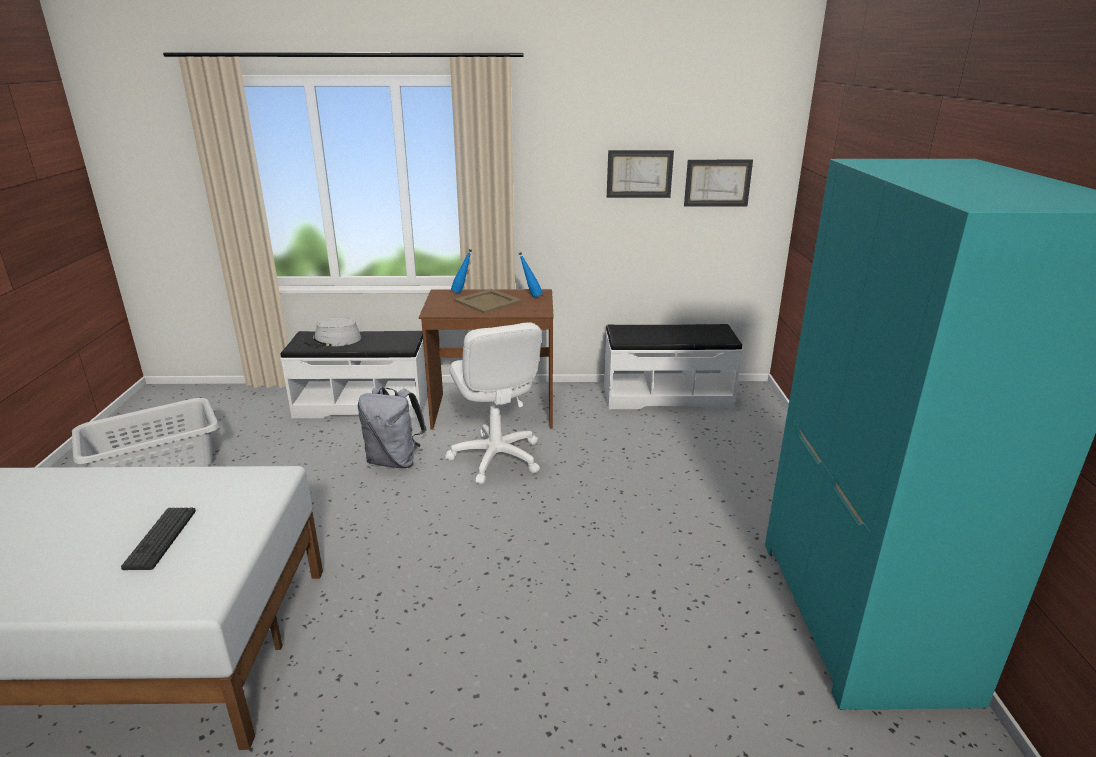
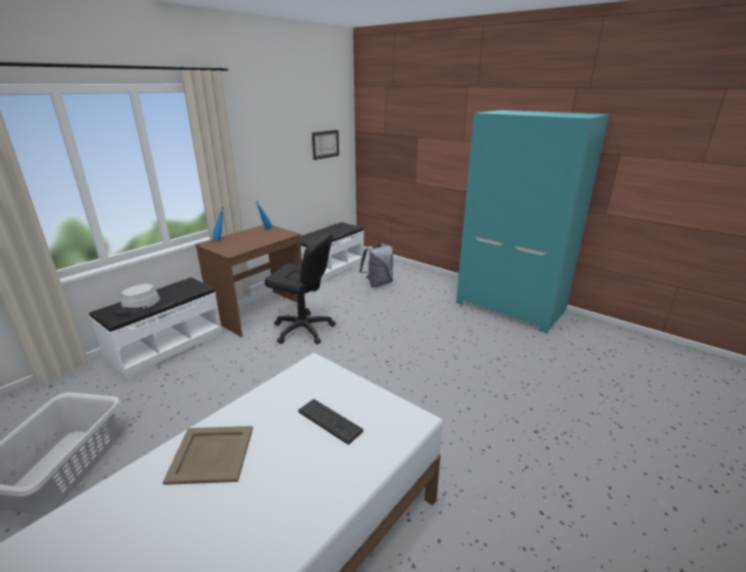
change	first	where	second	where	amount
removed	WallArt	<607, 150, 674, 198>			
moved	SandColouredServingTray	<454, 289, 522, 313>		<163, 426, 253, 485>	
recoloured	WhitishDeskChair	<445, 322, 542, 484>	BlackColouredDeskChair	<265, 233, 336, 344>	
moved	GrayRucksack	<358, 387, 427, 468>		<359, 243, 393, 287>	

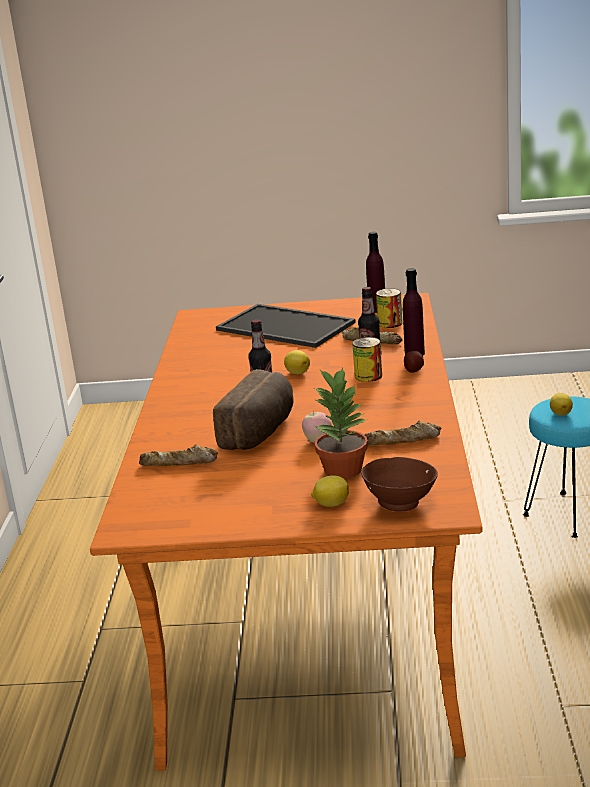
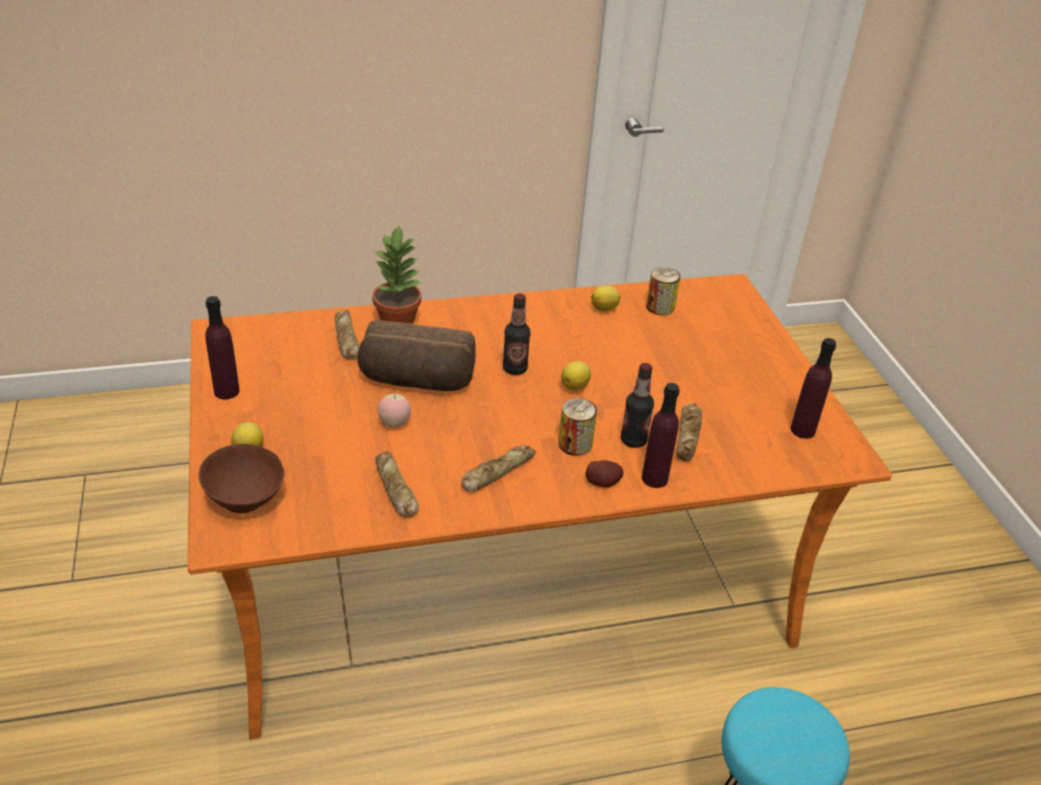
change	first	where	second	where	amount
moved	MetalCan	<376, 288, 403, 328>		<646, 267, 680, 315>	
removed	ServingTray	<216, 304, 356, 348>			
moved	PottedPlant	<315, 368, 368, 479>		<372, 224, 422, 324>	
moved	WholeLemon	<550, 393, 573, 416>		<591, 285, 621, 311>	
added			PurpleColouredDrinkBottle	<205, 296, 240, 399>	
added			BakedBread	<461, 445, 535, 492>	

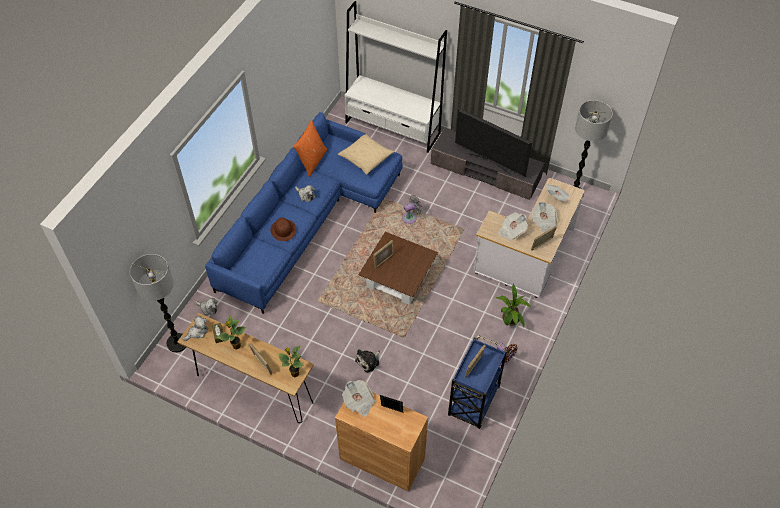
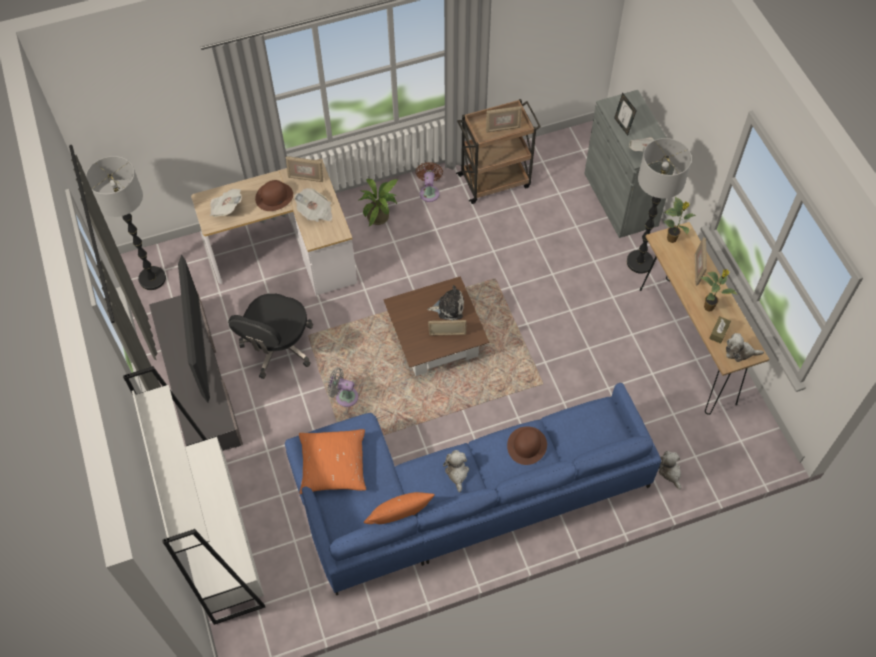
change	first	where	second	where	amount
recoloured	SandColouredPillow	<338, 133, 394, 174>	OrangeColouredPillow	<299, 429, 366, 494>	
replaced	PrintedPaper	<532, 201, 557, 233>	BrownColouredHat	<255, 180, 293, 211>	
moved	FloorLamp	<130, 254, 186, 353>		<627, 138, 692, 274>	
recoloured	BluishWheeledCart	<448, 335, 507, 429>	BrownColouredWheeledCart	<456, 99, 541, 204>	
moved	PlushToy	<355, 349, 380, 373>		<427, 285, 464, 320>	
recoloured	BrownColouredStorageCabinet	<335, 392, 428, 492>	GrayStorageCabinet	<584, 90, 675, 238>	
added			BlackColouredDeskChair	<228, 293, 313, 379>	

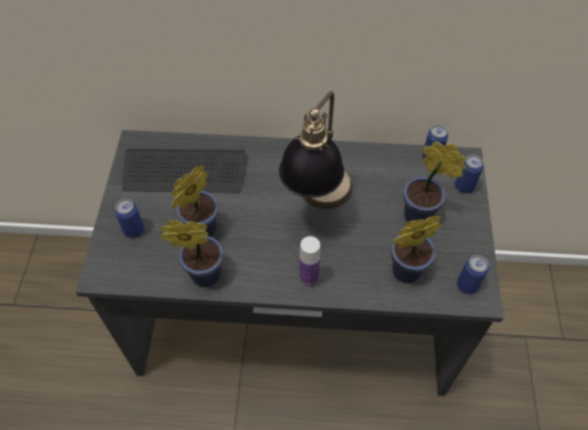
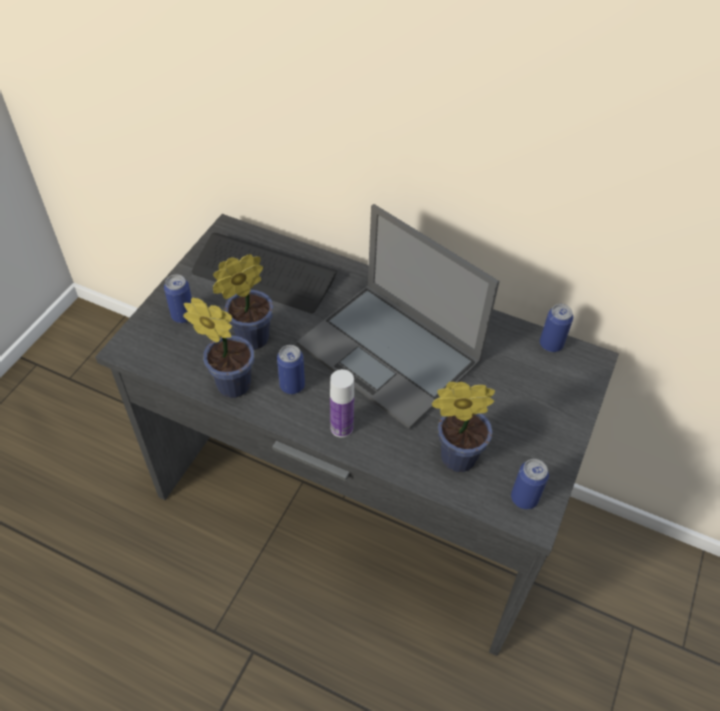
change	first	where	second	where	amount
replaced	TableLamp	<279, 91, 352, 209>	NotebookComputer	<297, 204, 499, 429>	
removed	PottedPlant	<403, 142, 467, 222>			
moved	MetalCan	<455, 154, 484, 193>		<277, 345, 305, 394>	

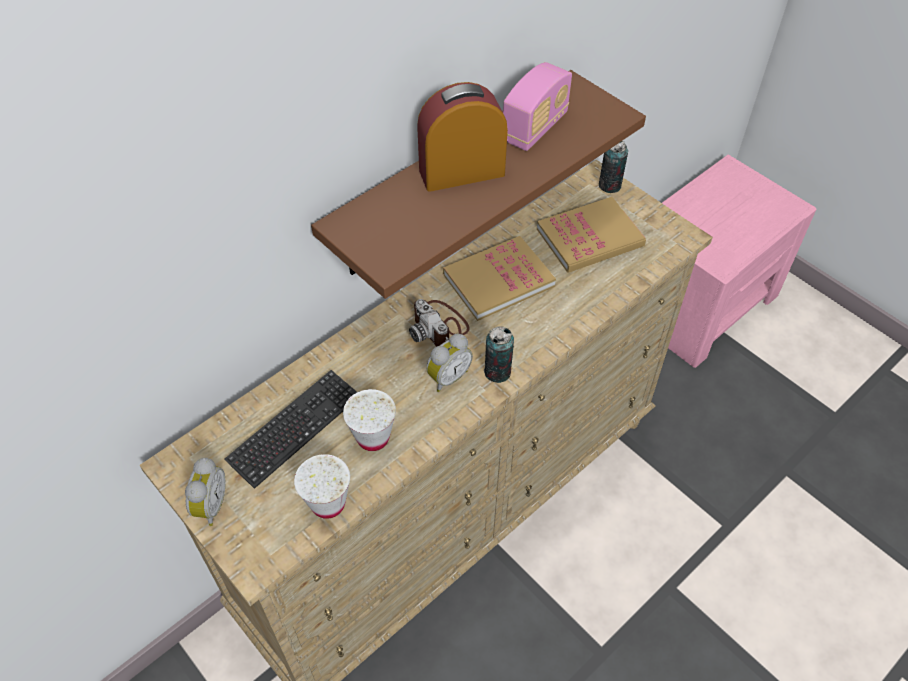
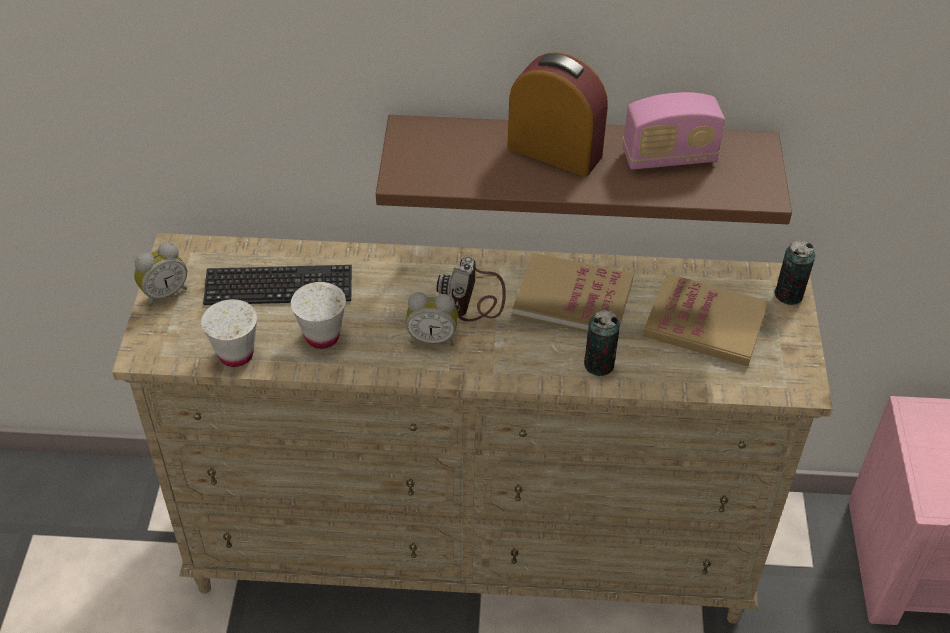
change	first	where	second	where	amount
moved	MetalCan	<484, 326, 514, 383>		<584, 310, 620, 376>	

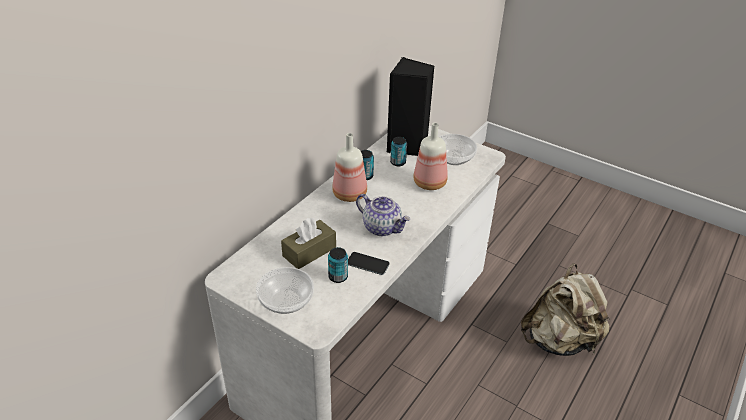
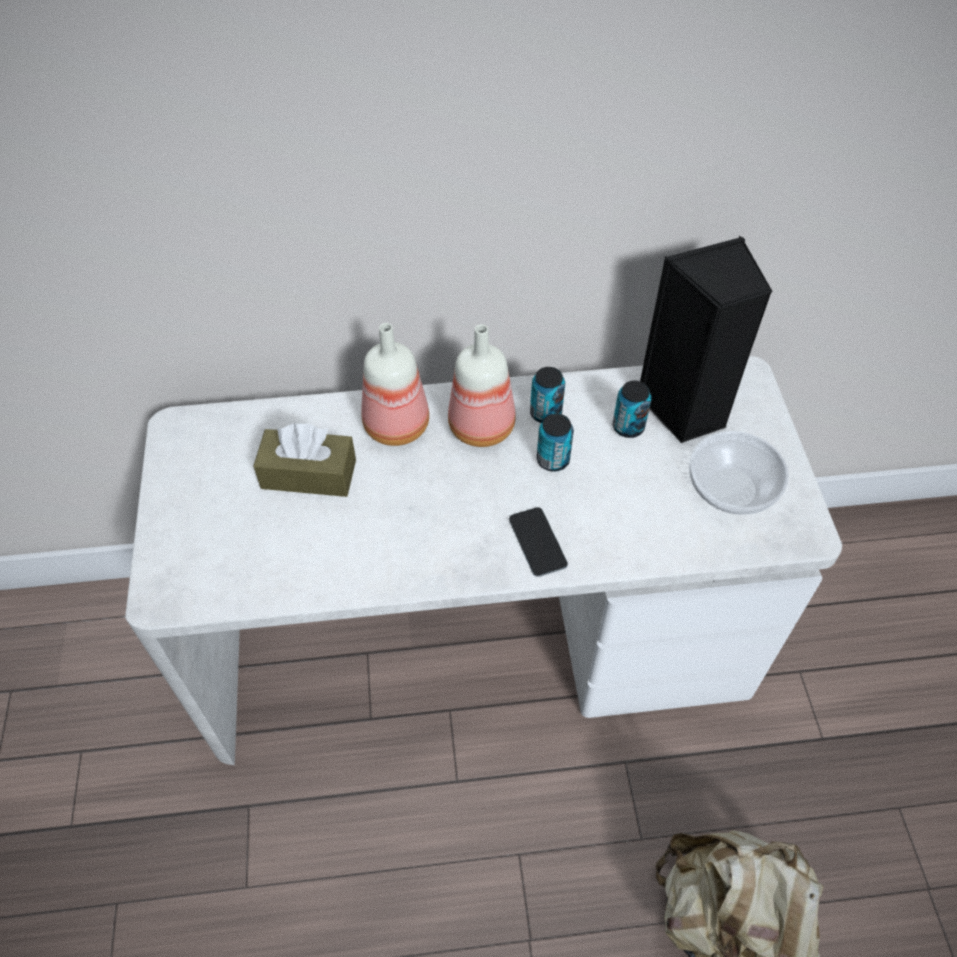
change	first	where	second	where	amount
moved	DrinkBottle	<413, 123, 448, 190>		<361, 323, 429, 446>	
removed	TeaPot	<356, 194, 410, 236>			
moved	MetalCan	<328, 247, 348, 283>		<537, 414, 574, 472>	
moved	Telephone	<348, 252, 390, 275>		<509, 507, 568, 577>	
removed	Bowl	<256, 267, 314, 314>			

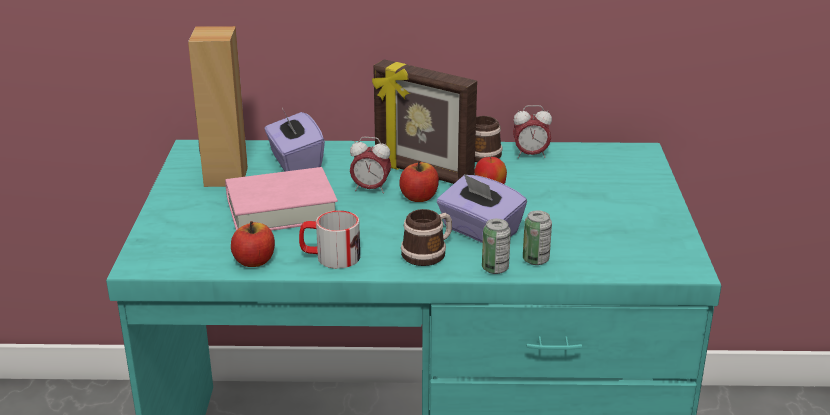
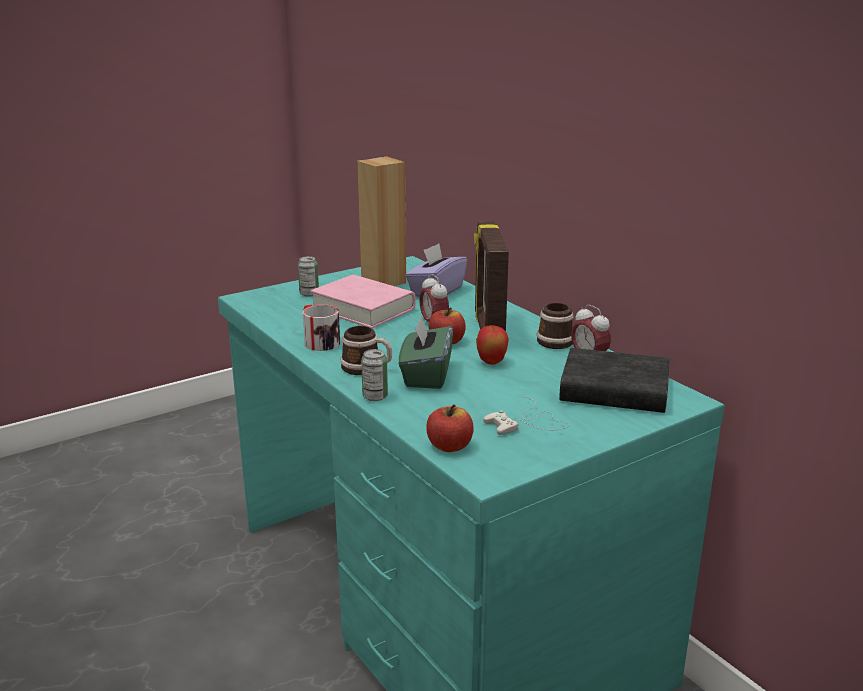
change	first	where	second	where	amount
recoloured	PurpleColouredBoxOfTissues	<437, 174, 527, 243>	GreenColouredBoxOfTissues	<399, 316, 453, 389>	
moved	MetalCan	<523, 210, 552, 265>		<298, 256, 319, 297>	
moved	Apple	<231, 221, 275, 267>		<426, 404, 474, 452>	
added			BlackColouredBook	<559, 348, 669, 413>	
added			WhitishGamepad	<483, 396, 569, 435>	

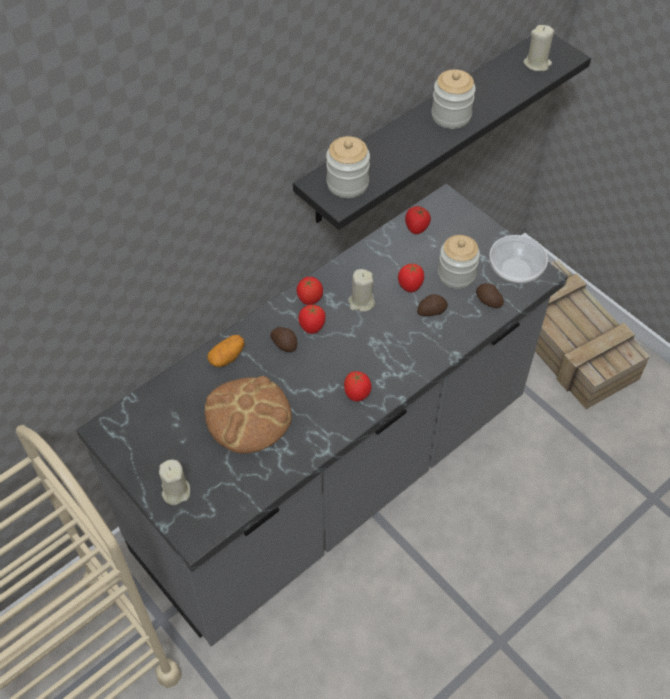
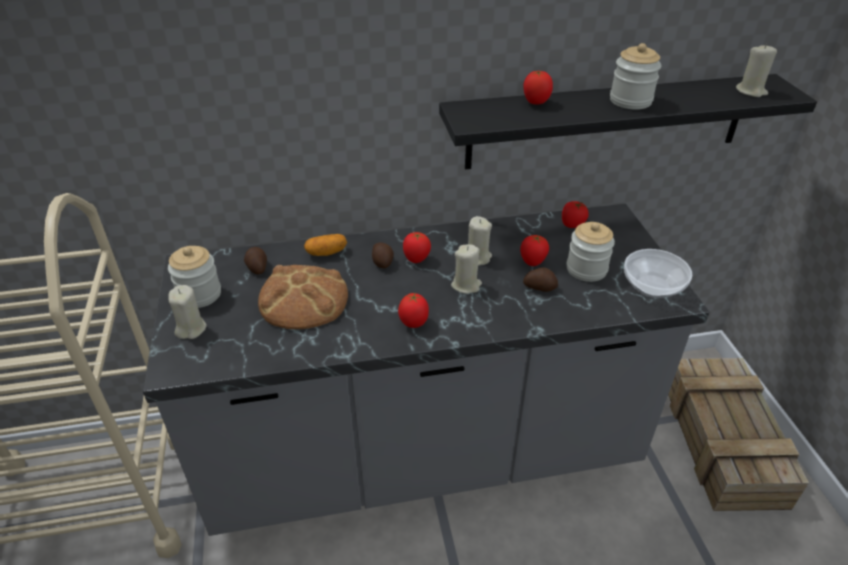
change	first	where	second	where	amount
moved	StorageJar	<326, 136, 370, 198>		<168, 246, 221, 308>	
moved	FreshTomato	<296, 277, 323, 305>		<523, 71, 553, 105>	
moved	Potato	<476, 283, 504, 308>		<244, 247, 267, 274>	
added			SandColouredWaxCandle	<451, 244, 482, 294>	

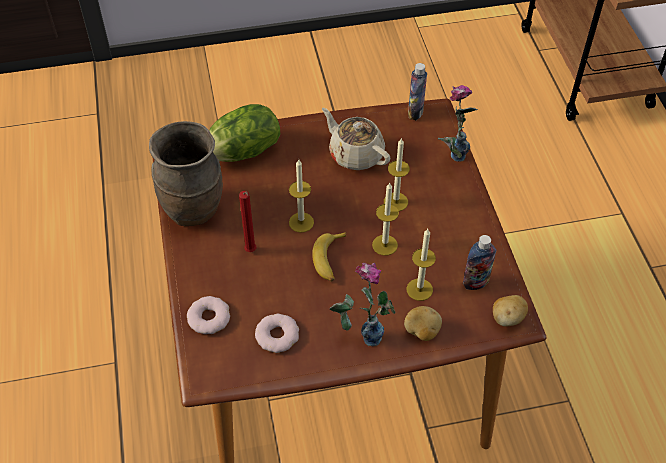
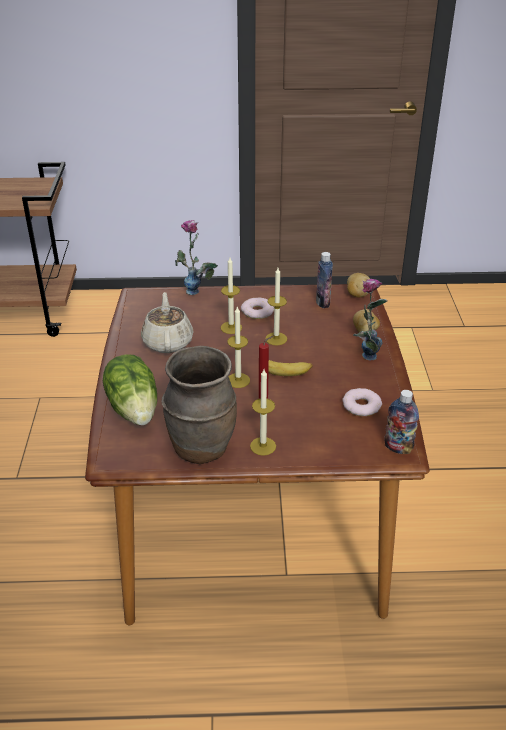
change	first	where	second	where	amount
moved	DrinkBottle	<408, 63, 427, 120>		<384, 390, 419, 454>	
turned	SandColouredTeaPot	<322, 108, 391, 170>		<141, 292, 194, 353>	120 degrees clockwise
moved	WaxCandle	<407, 229, 436, 301>		<250, 369, 276, 456>	
moved	Doughnut	<187, 296, 230, 334>		<241, 298, 274, 319>	

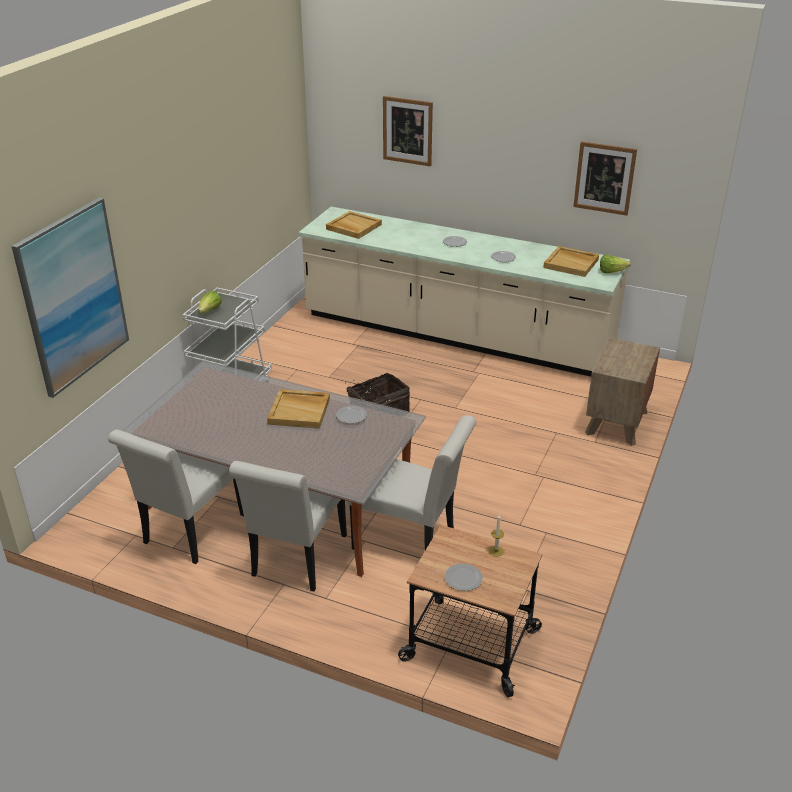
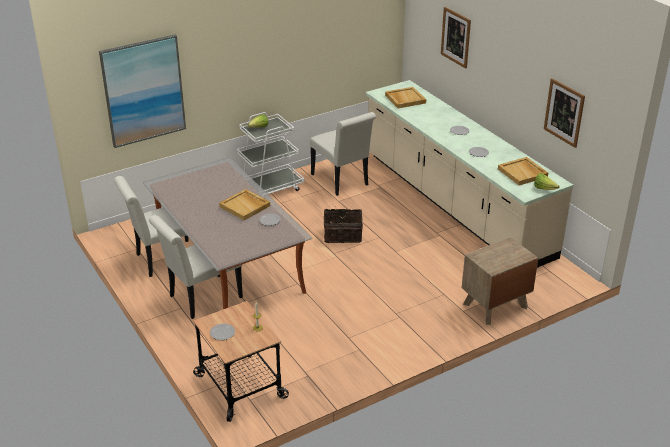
change	first	where	second	where	amount
moved	WhitishUprightChair	<347, 415, 477, 550>		<310, 112, 376, 196>	

